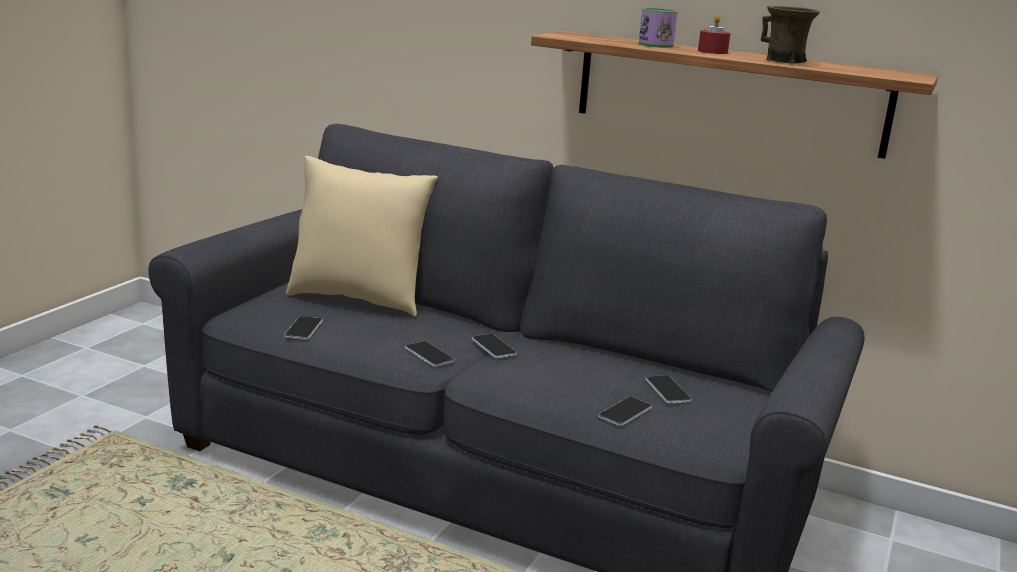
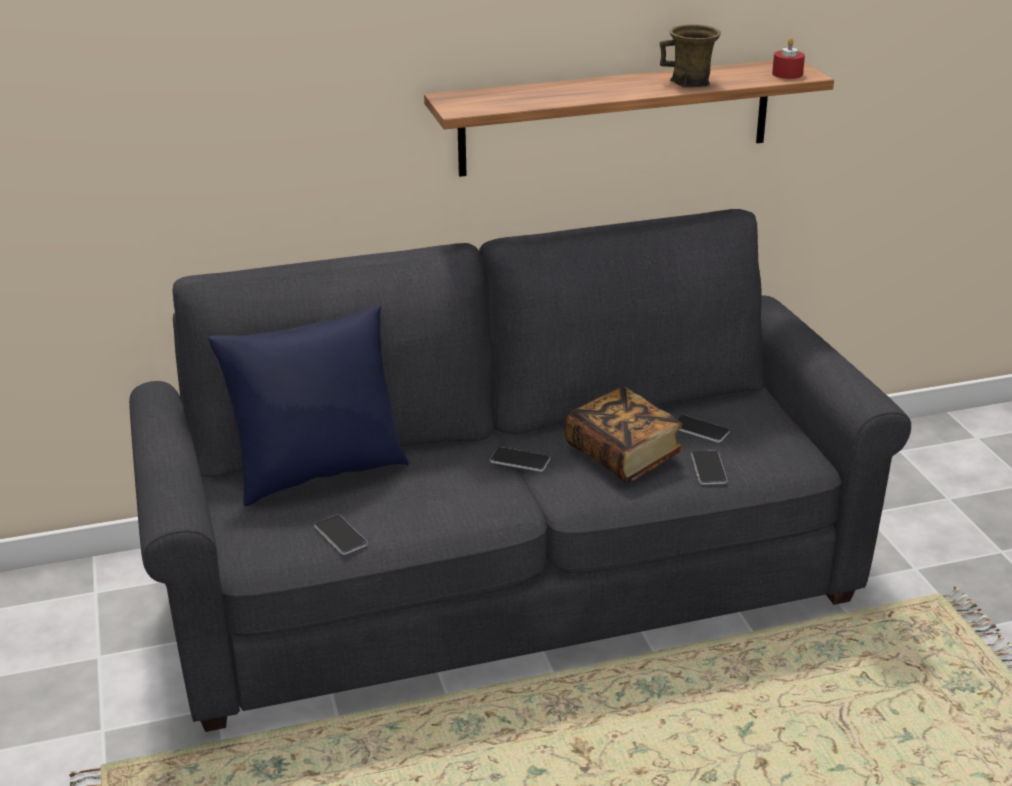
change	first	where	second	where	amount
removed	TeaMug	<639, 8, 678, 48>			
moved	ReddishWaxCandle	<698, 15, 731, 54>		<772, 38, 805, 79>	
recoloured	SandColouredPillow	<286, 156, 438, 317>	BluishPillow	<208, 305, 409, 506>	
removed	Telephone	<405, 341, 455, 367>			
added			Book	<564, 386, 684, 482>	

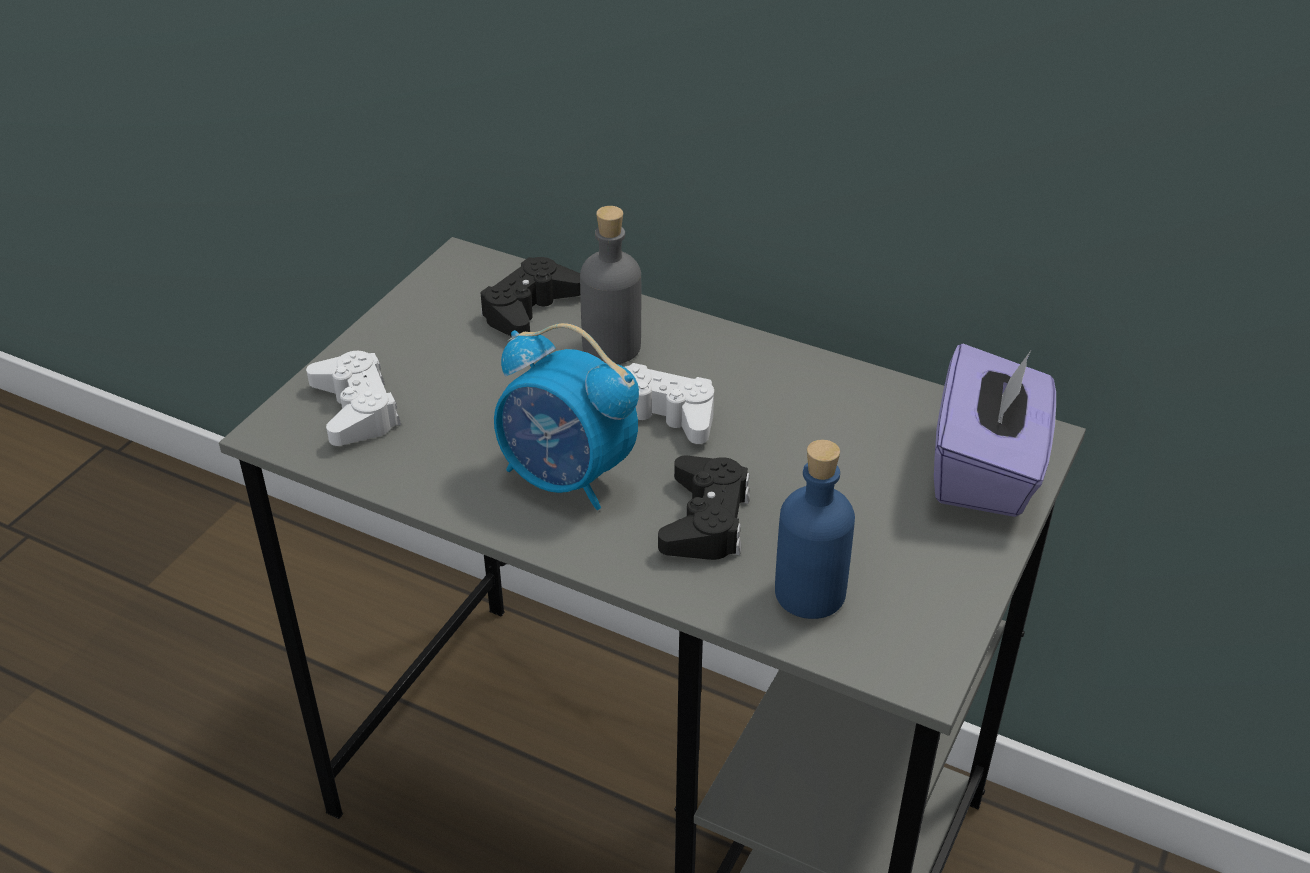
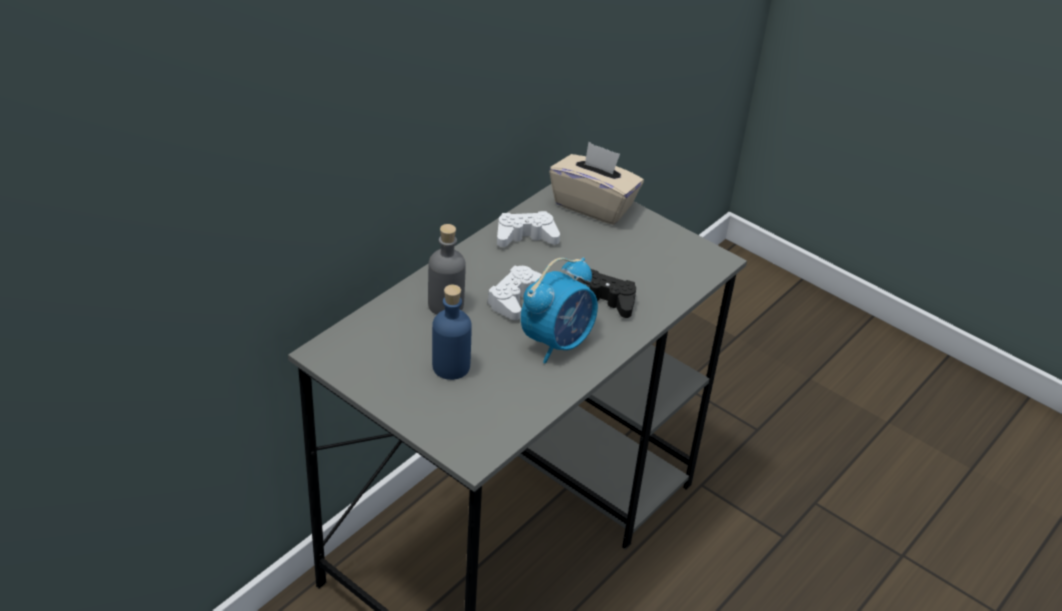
change	first	where	second	where	amount
removed	BlackColouredGamepad	<480, 257, 580, 337>			
recoloured	PurpleColouredBoxOfTissues	<934, 344, 1056, 517>	SandColouredBoxOfTissues	<549, 142, 644, 225>	
moved	WhitishGamepad	<306, 351, 401, 446>		<497, 211, 560, 247>	
moved	BluishDrinkBottle	<775, 440, 855, 619>		<432, 285, 472, 380>	

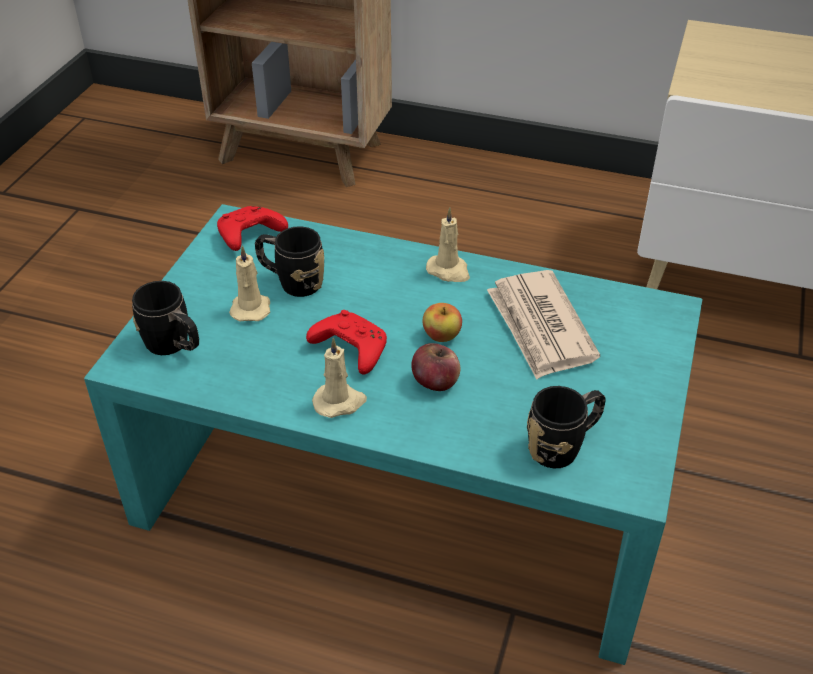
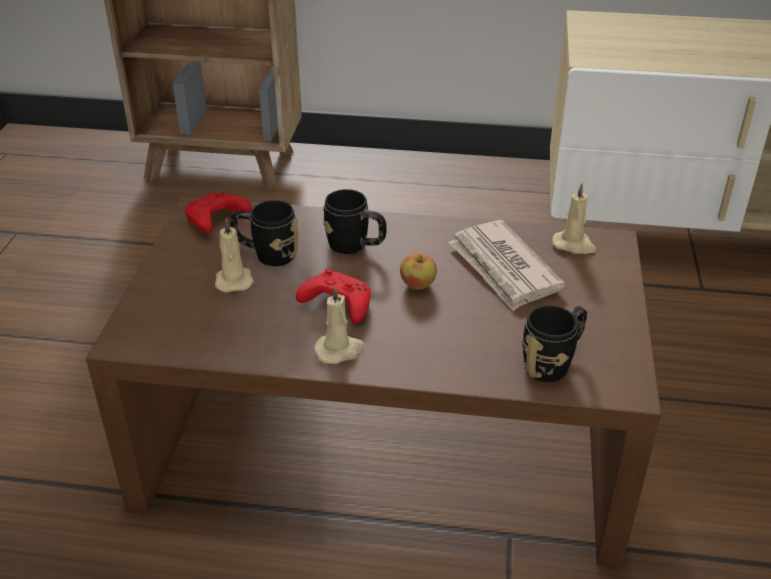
change	first	where	second	where	amount
recoloured	BlueGreenLowTable	<84, 204, 703, 665>	BrownColouredLowTable	<86, 197, 661, 568>	
moved	SandColouredWaxCandle	<426, 208, 470, 282>		<552, 183, 596, 254>	
moved	BlackColouredTeaMug	<132, 281, 199, 355>		<323, 189, 387, 254>	
removed	Apple	<411, 343, 460, 391>			

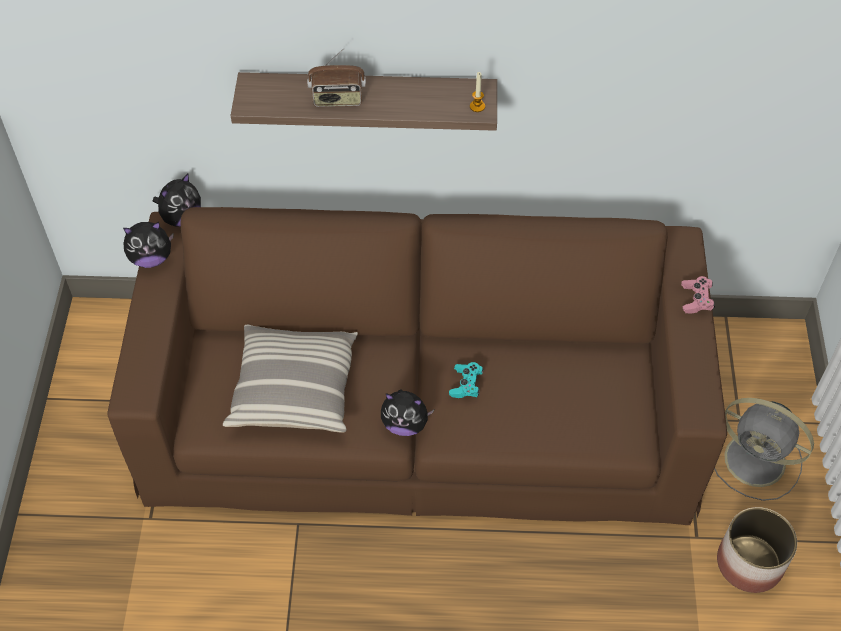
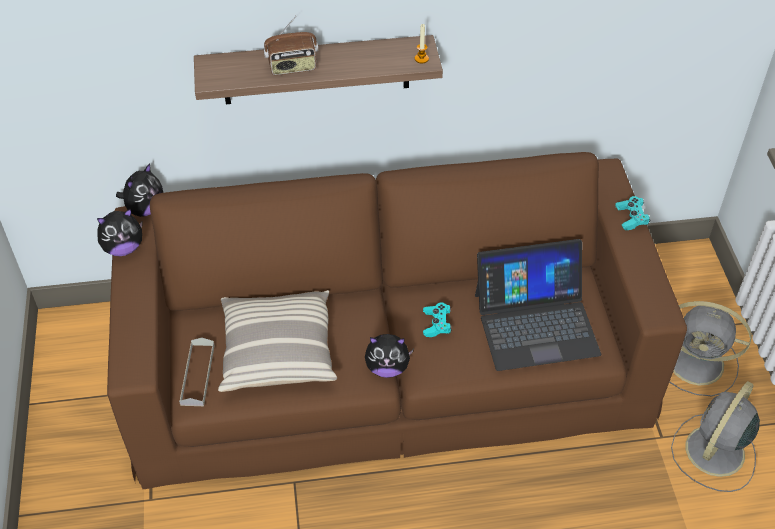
change	first	where	second	where	amount
recoloured	PinkColouredGamepad	<681, 276, 715, 314>	BlueGreenGamepad	<615, 196, 650, 230>	
replaced	PlantPot	<717, 507, 797, 593>	GrayFan	<671, 381, 760, 492>	
added			NotebookComputer	<475, 239, 601, 371>	
added			GrayServingTray	<179, 337, 215, 406>	

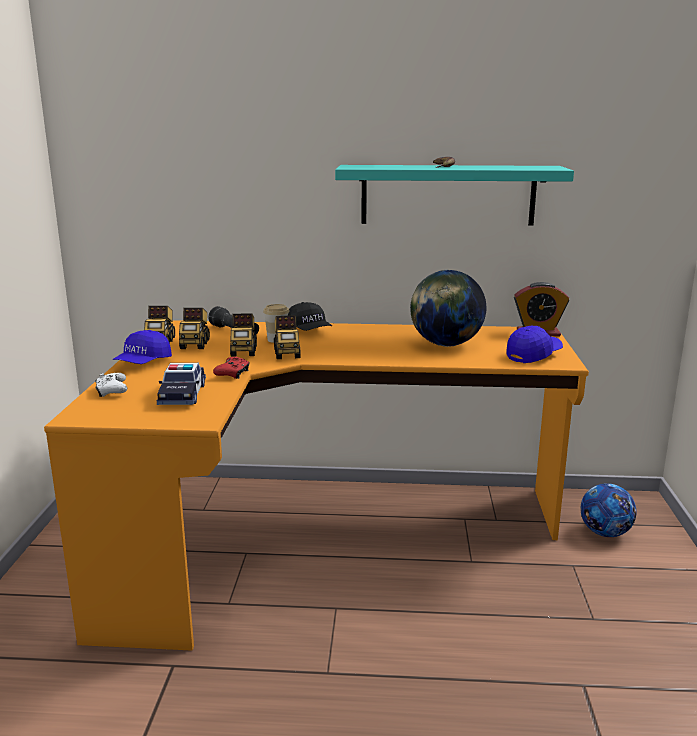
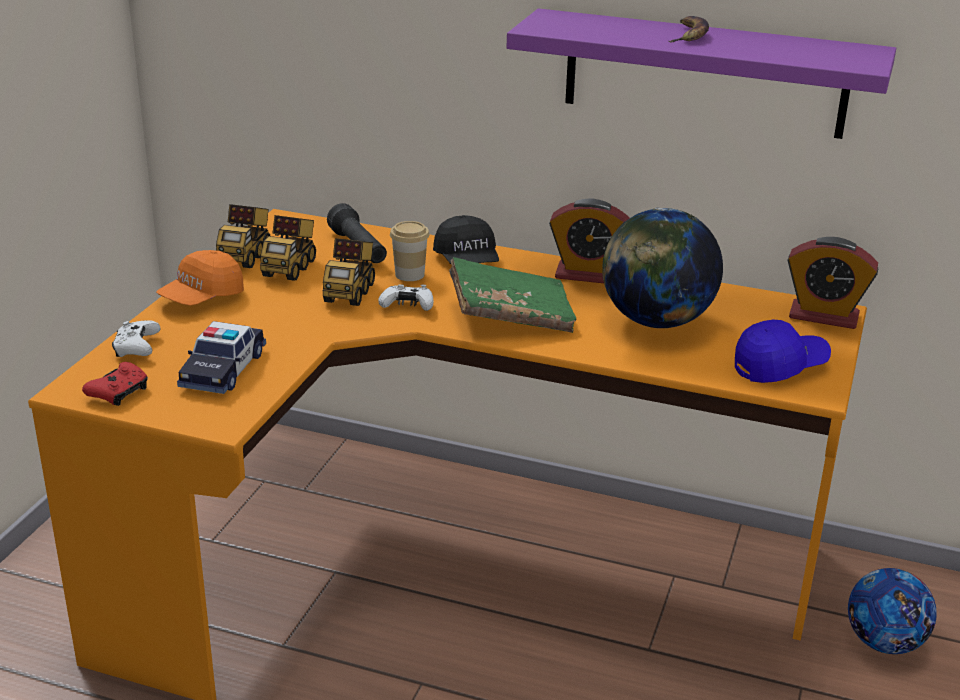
change	first	where	second	where	amount
recoloured	BlueGreenShelf	<335, 165, 574, 225>	PurpleColouredShelf	<506, 8, 896, 139>	
replaced	ToyLorry	<274, 315, 301, 359>	WhitishGamepad	<378, 285, 433, 311>	
recoloured	BluishCap	<113, 330, 172, 364>	OrangeColouredCap	<156, 250, 244, 306>	
moved	ReddishGamepad	<213, 357, 250, 379>		<82, 362, 148, 406>	
added			AlarmClock	<549, 199, 630, 283>	
added			GreenColouredBook	<449, 257, 576, 333>	

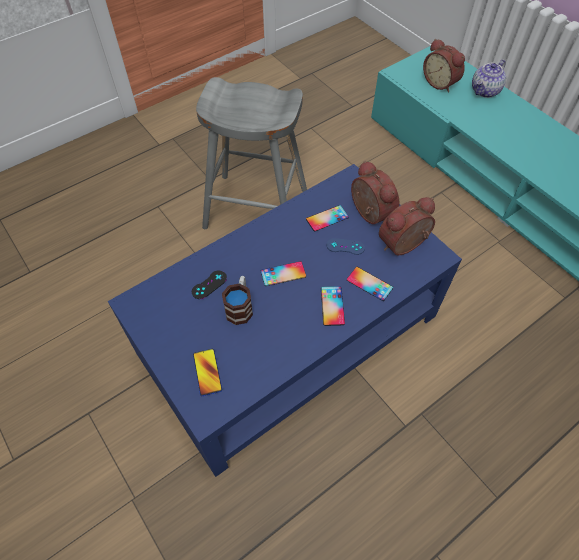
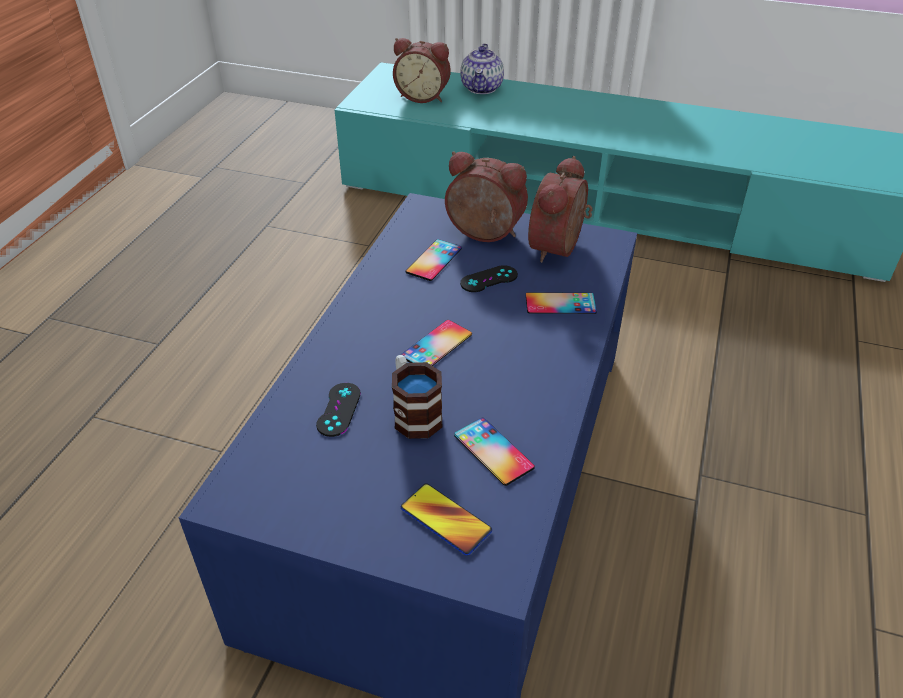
change	first	where	second	where	amount
removed	GrayStool	<196, 77, 307, 229>			
recoloured	BluishGamepad	<326, 238, 365, 255>	BlackColouredGamepad	<460, 265, 518, 292>	
moved	Telephone	<321, 286, 345, 326>		<454, 418, 535, 486>	

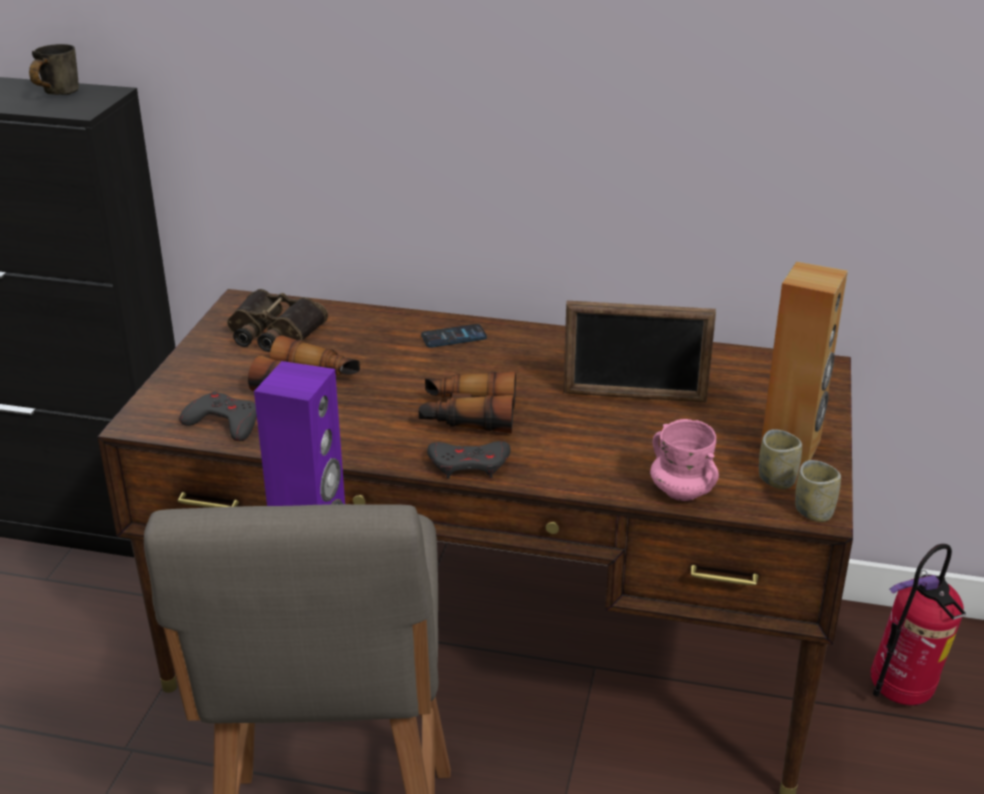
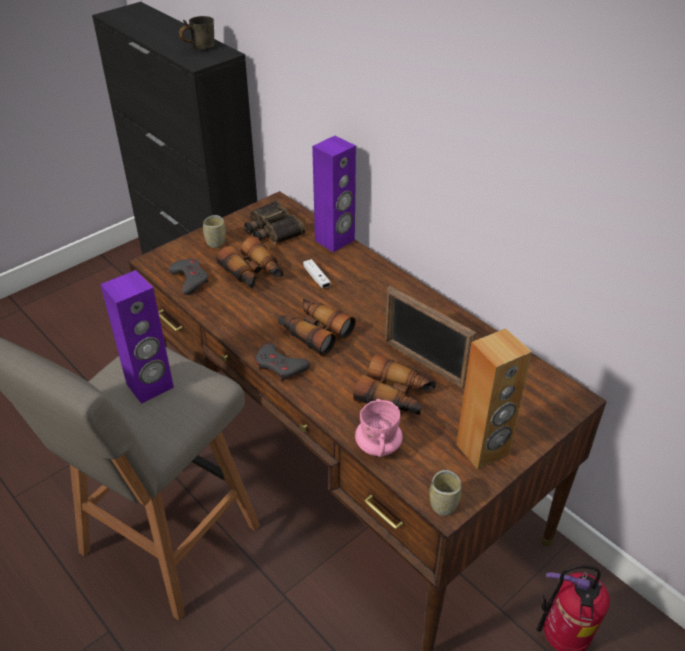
change	first	where	second	where	amount
removed	Telephone	<421, 324, 487, 348>			
moved	SmallCup	<759, 429, 802, 489>		<203, 215, 226, 248>	
added			PurpleColouredSpeaker	<312, 136, 356, 252>	
added			WhitishGamepad	<303, 259, 331, 288>	
added			Binoculars	<353, 354, 436, 415>	

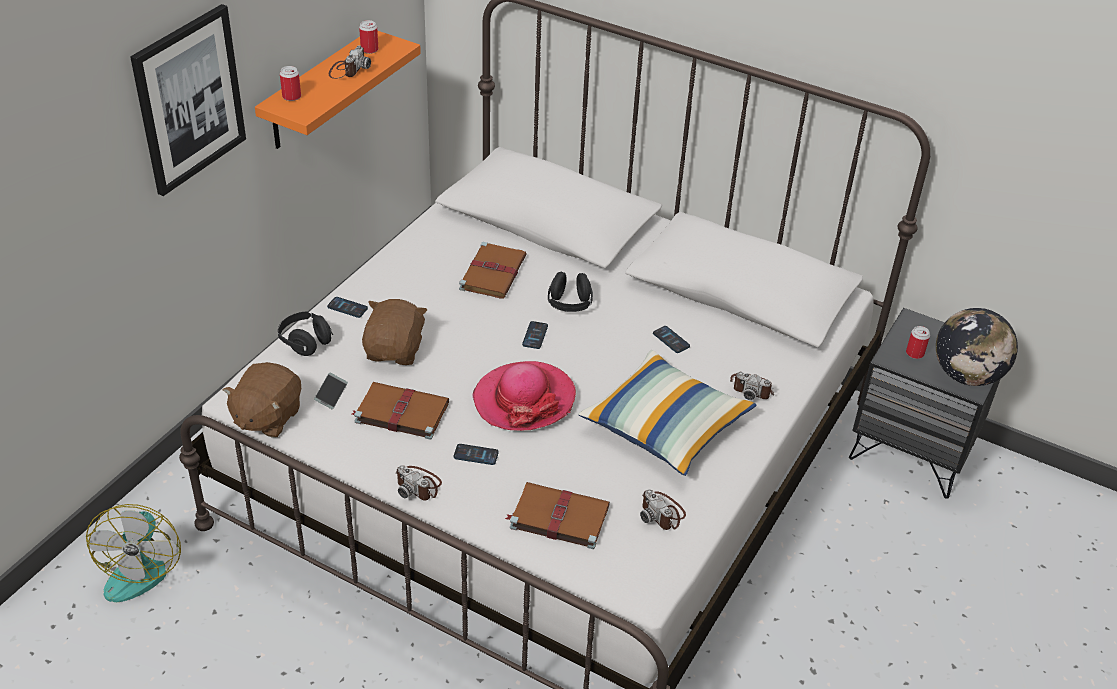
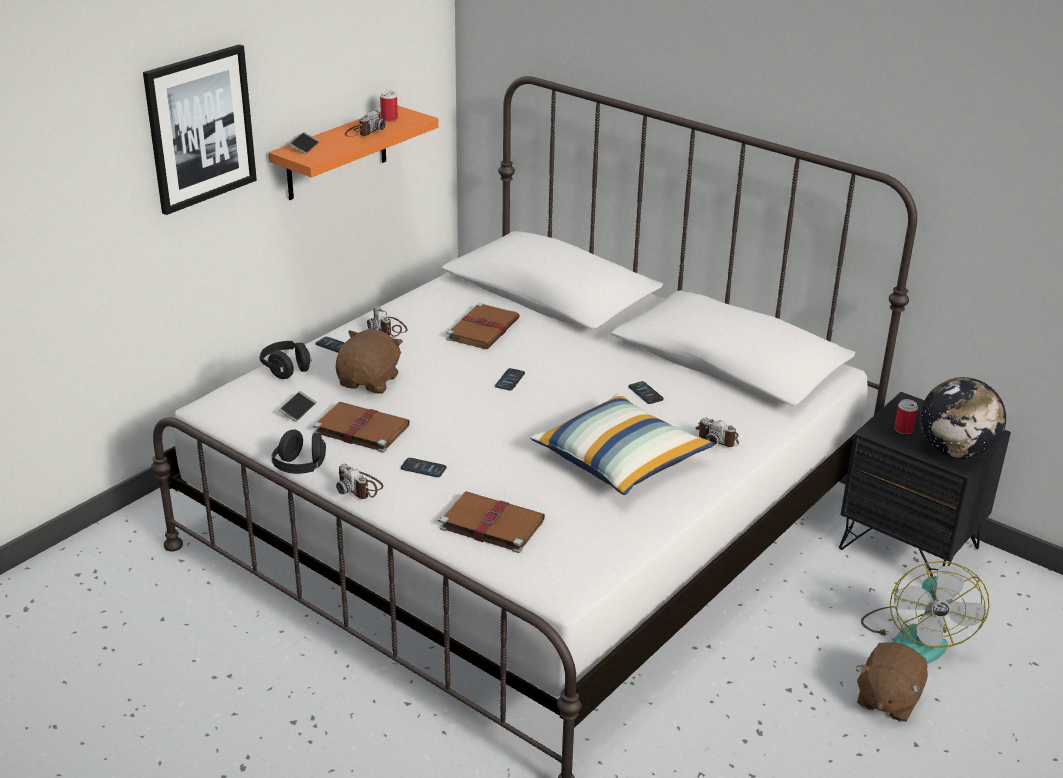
change	first	where	second	where	amount
replaced	MetalCan	<280, 66, 301, 101>	Telephone	<290, 132, 320, 154>	
moved	BlackColouredHeadphones	<548, 272, 593, 312>		<271, 429, 326, 474>	
removed	Hat	<472, 361, 576, 431>			
moved	BrownColouredPlushToy	<223, 362, 301, 438>		<857, 642, 928, 722>	
moved	PhotoCamera	<640, 489, 686, 530>		<367, 307, 408, 337>	
moved	Fan	<86, 504, 181, 602>		<861, 561, 990, 664>	

